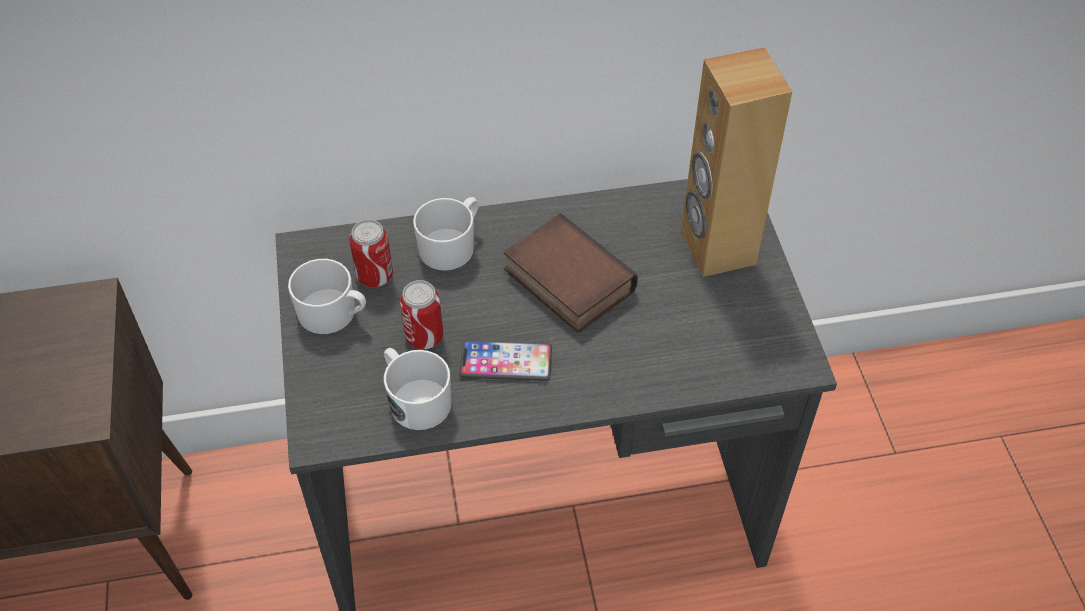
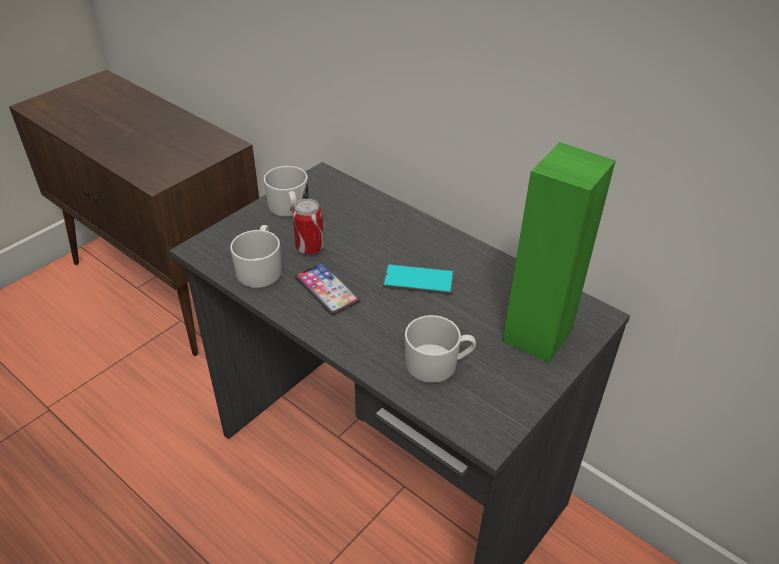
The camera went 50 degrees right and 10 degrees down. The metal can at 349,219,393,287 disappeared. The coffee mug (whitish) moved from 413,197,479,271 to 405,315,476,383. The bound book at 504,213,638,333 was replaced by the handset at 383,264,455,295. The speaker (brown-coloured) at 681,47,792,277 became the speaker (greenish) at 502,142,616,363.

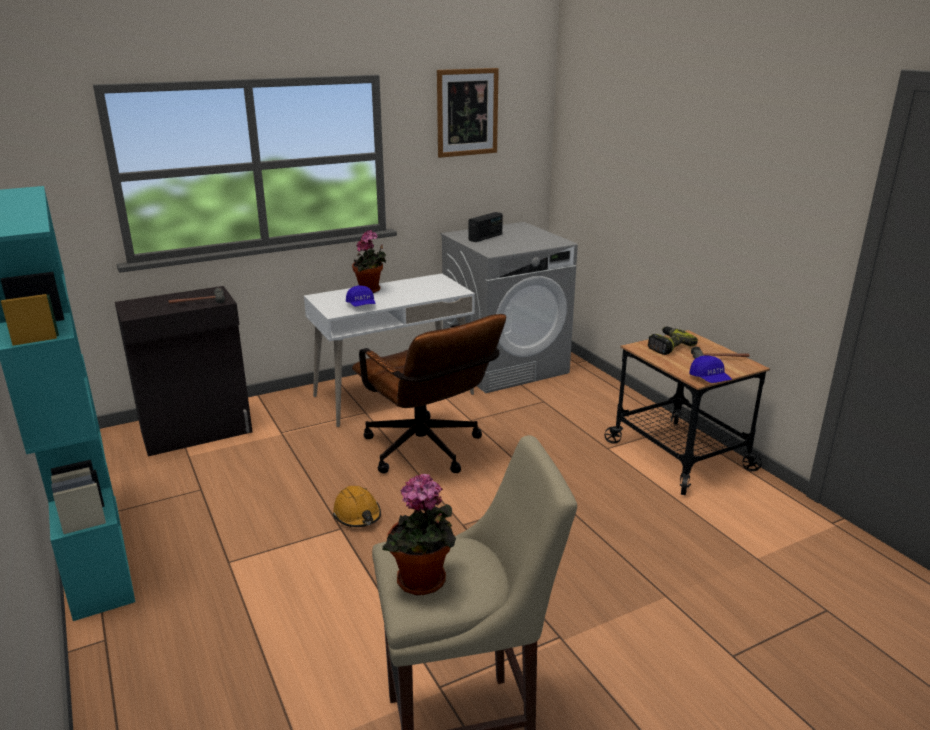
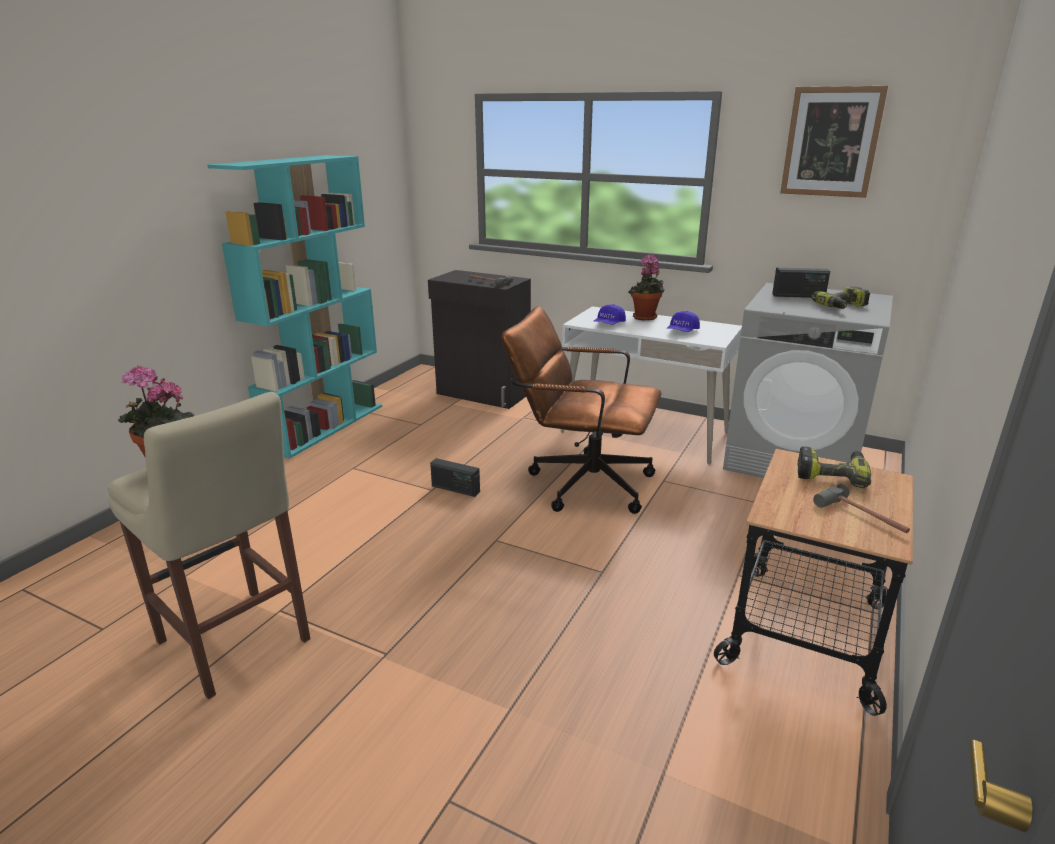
The camera went 55 degrees right and 0 degrees up. The power drill at 811,286,870,309 appeared. The peaked cap (bluish) moved from 689,355,732,383 to 667,311,700,332. The hard hat (orange-coloured) at 333,486,381,527 was replaced by the radio at 430,458,480,497. The office chair (brown-coloured) at 352,314,506,474 turned 90 degrees clockwise.

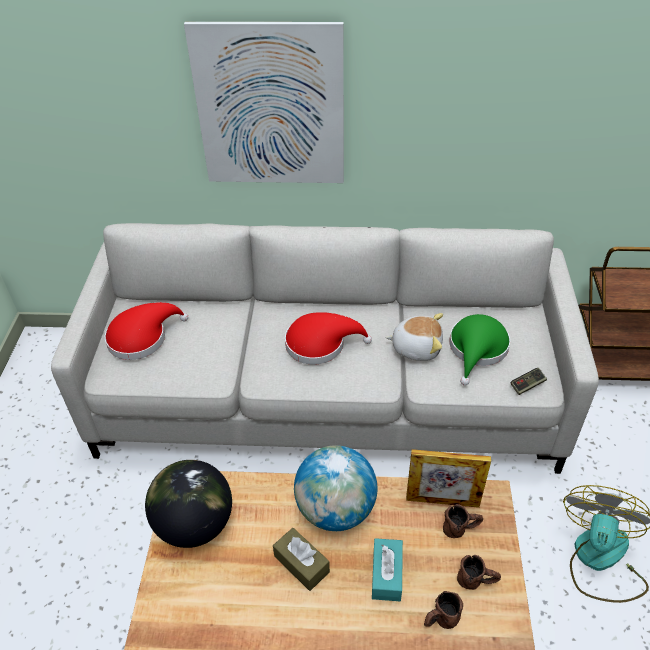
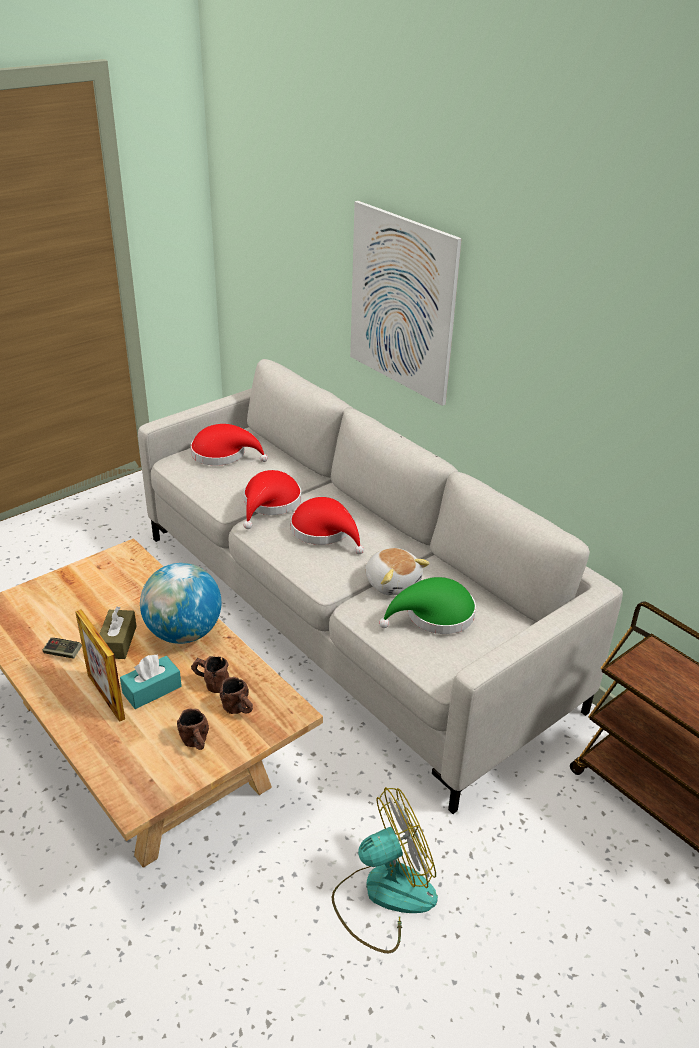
The camera went 45 degrees right and 10 degrees down. The world globe at 145,460,232,548 disappeared. The hat (reddish) at 243,470,301,529 appeared. The photo frame moved from 406,449,491,508 to 75,609,125,722. The coffee mug (brown-coloured) moved from 424,591,463,629 to 191,656,230,693. The gamepad moved from 511,368,547,395 to 42,638,82,659.

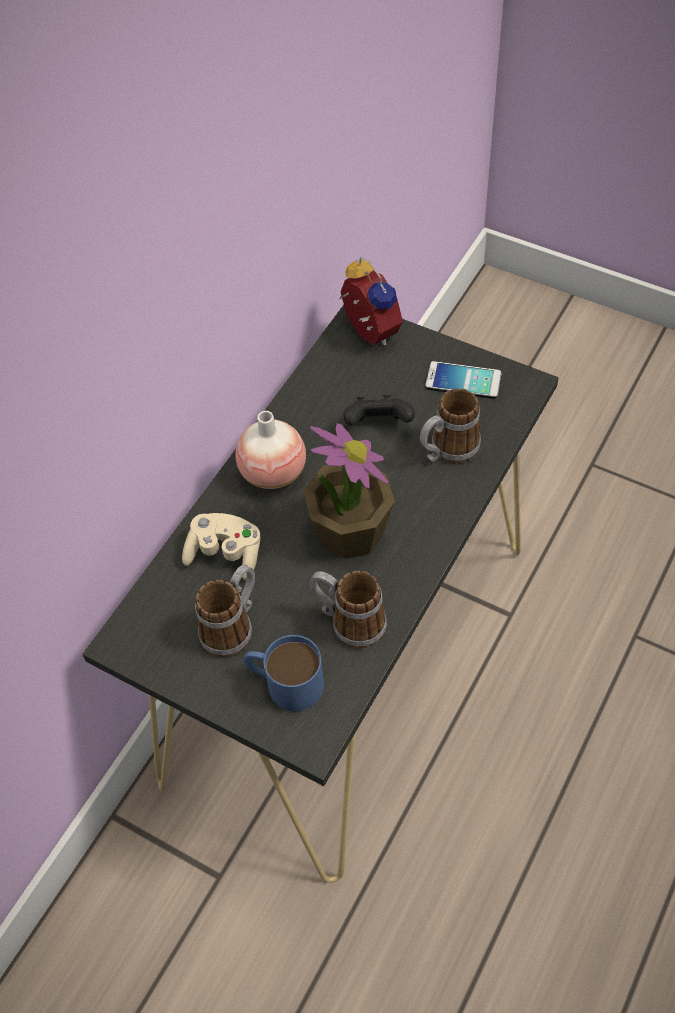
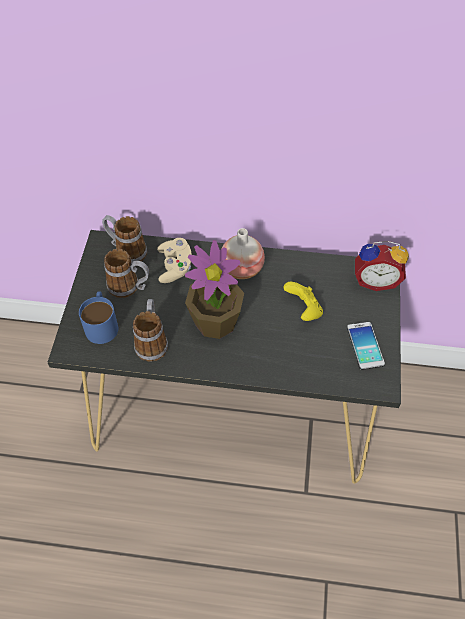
The camera went 65 degrees right and 0 degrees up. The coffee mug moved from 420,388,481,463 to 102,215,147,262. The gamepad (black-coloured) at 344,395,415,425 became the gamepad (yellow) at 283,282,323,321. The alarm clock at 339,256,403,346 turned 60 degrees clockwise.

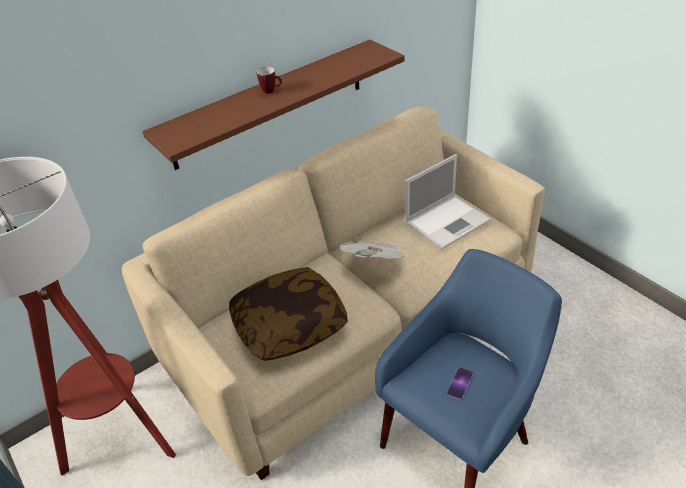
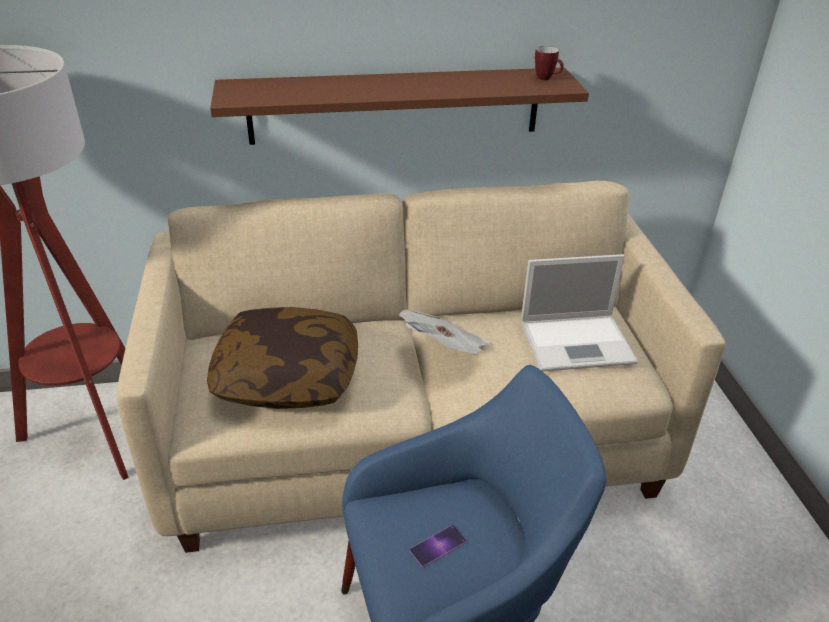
The camera went 25 degrees right and 5 degrees down. The coffee mug moved from 257,67,282,94 to 535,46,564,80.

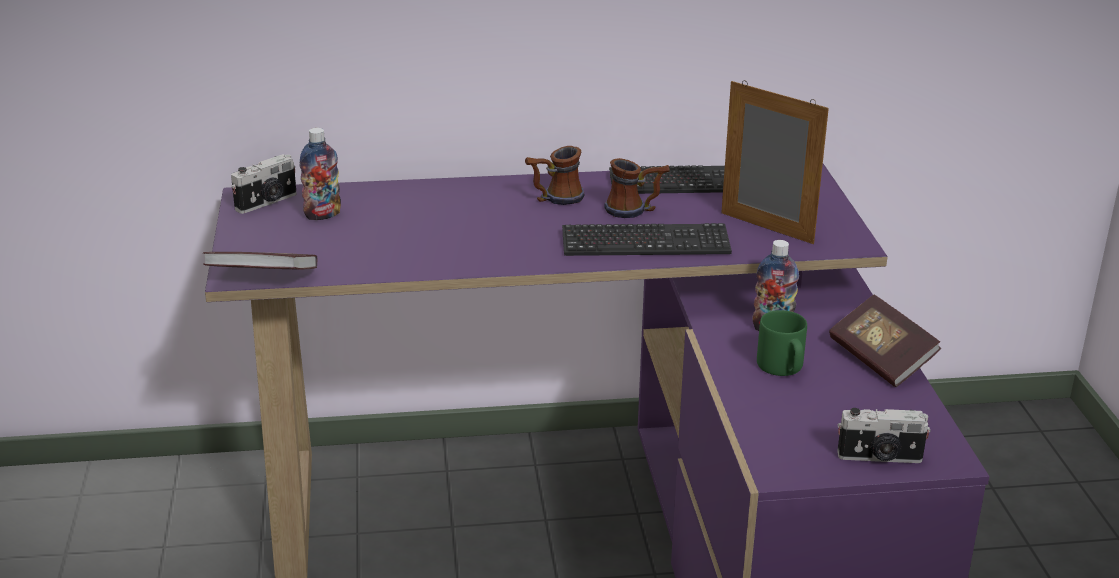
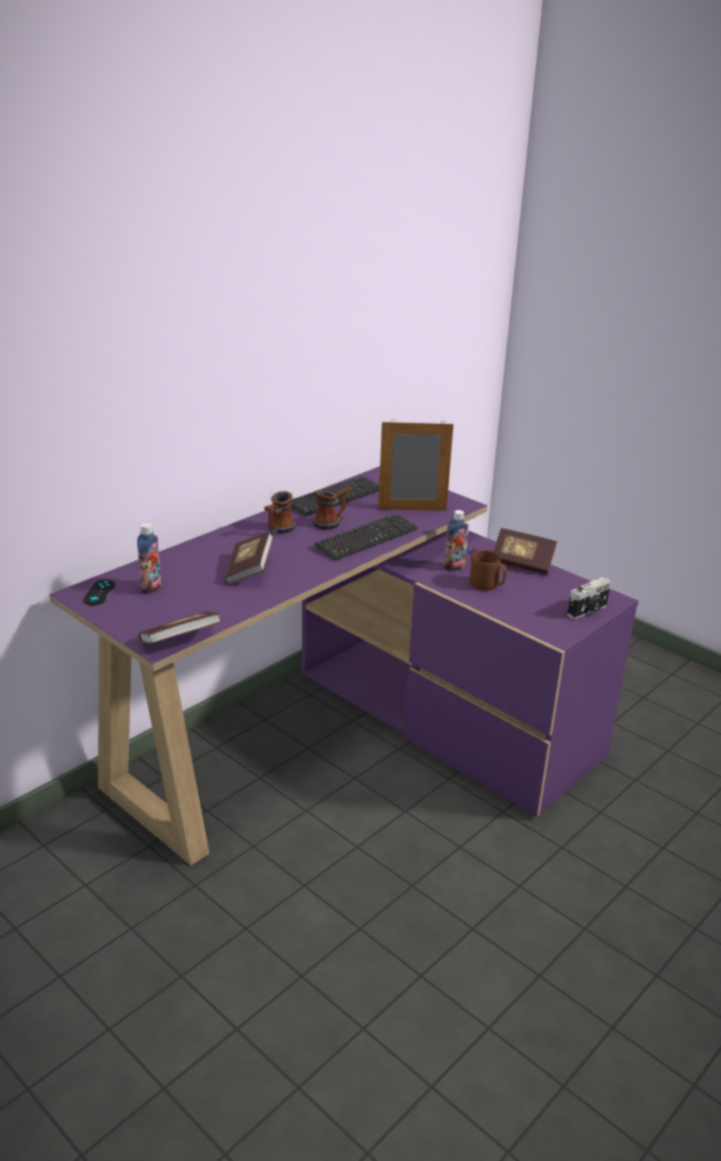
The camera went 40 degrees left and 0 degrees up. The bound book at 224,531,273,585 appeared. The still camera at 231,154,297,214 was replaced by the gamepad (black-coloured) at 83,580,115,605. The coffee mug (greenish) at 757,310,807,376 became the coffee mug (brown-coloured) at 470,550,507,591.

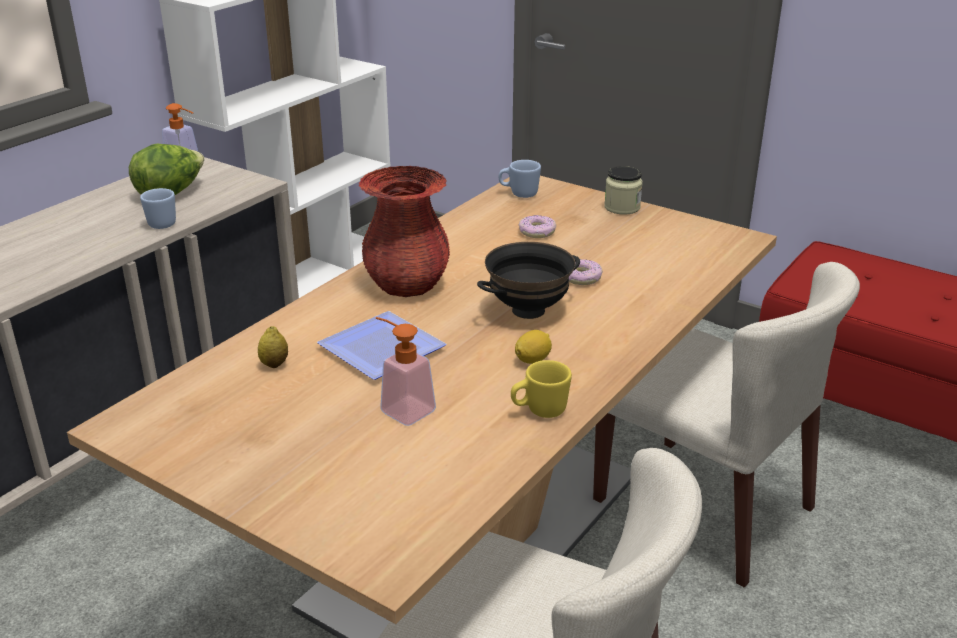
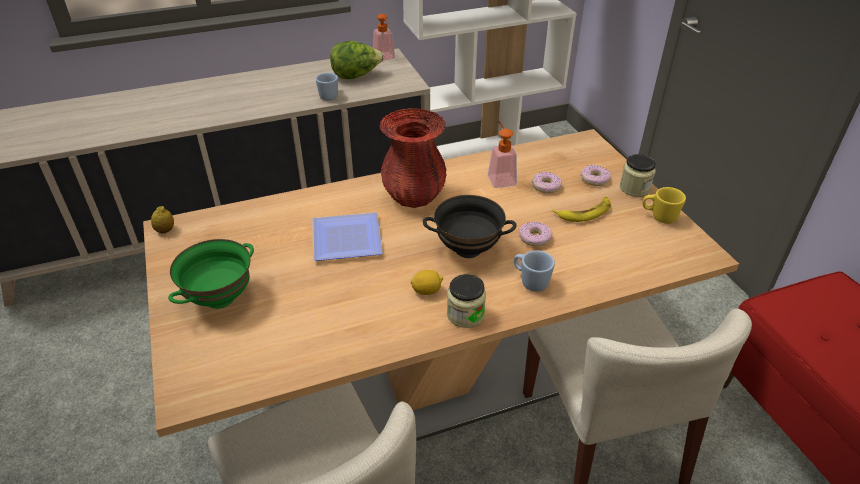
The camera went 35 degrees right and 10 degrees up. The serving bowl (greenish) at 168,239,254,309 appeared. The jar at 447,274,486,328 appeared. The banana fruit at 552,197,611,222 appeared. The doughnut at 580,165,611,186 appeared. The whole lemon moved from 258,326,288,368 to 151,206,174,234. The soap bottle moved from 376,317,436,426 to 488,121,517,188. The coffee mug (bluish) moved from 499,160,541,198 to 514,250,555,292. The coffee mug (yellow) moved from 511,360,572,418 to 643,187,686,224.

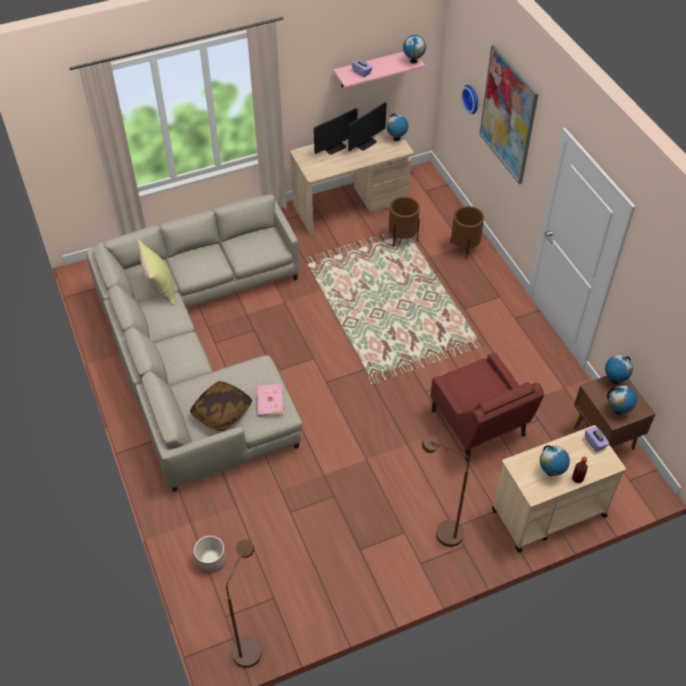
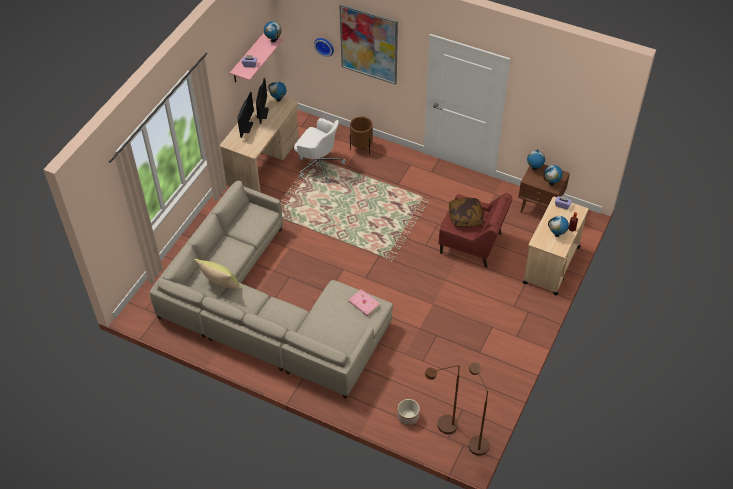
The camera went 40 degrees left and 0 degrees up. The throw pillow moved from 190,381,252,432 to 449,198,484,227. The standing lamp (brown-coloured) moved from 422,436,470,547 to 425,365,460,434. The planter (brown-coloured) at 389,196,420,247 was replaced by the office chair (whitish) at 294,118,346,183.

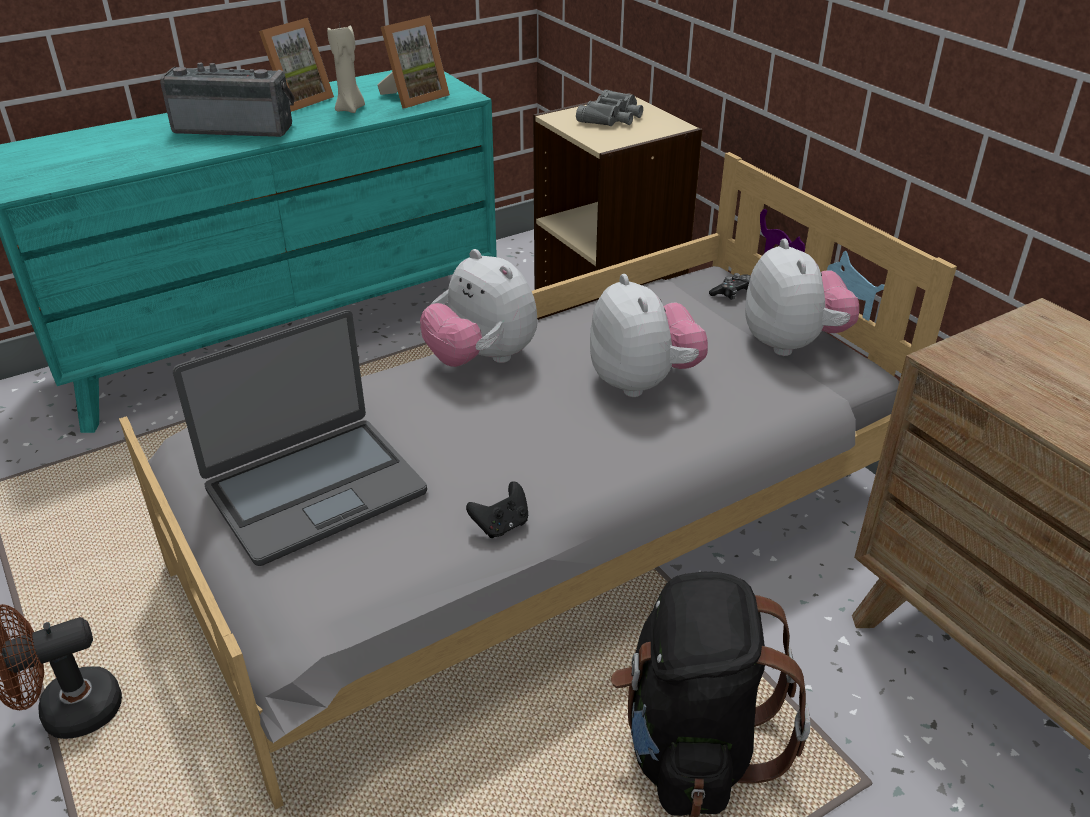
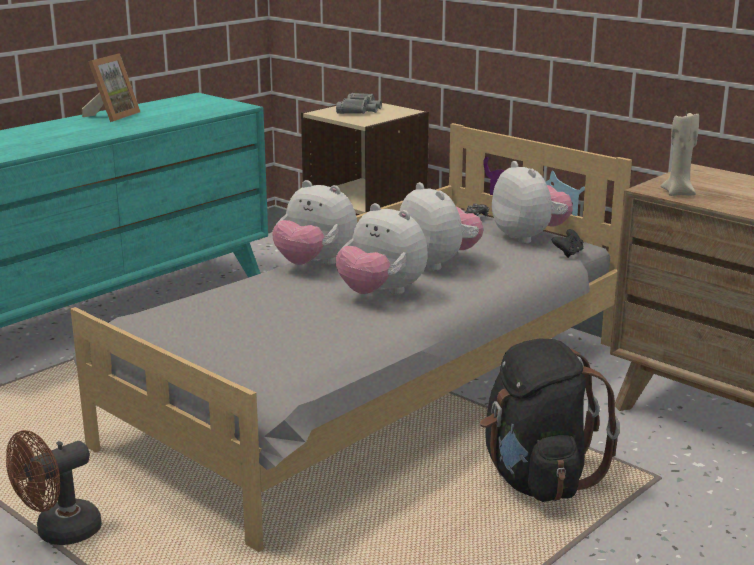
The camera went 15 degrees left and 15 degrees down. The radio at 160,63,294,137 disappeared. The laptop at 173,310,427,566 disappeared. The photo frame at 377,15,450,109 disappeared. The soft toy at 336,203,428,295 appeared. The wax candle (beige) moved from 327,22,365,113 to 661,112,699,196. The gamepad (black-coloured) moved from 466,481,528,538 to 552,229,584,258.

